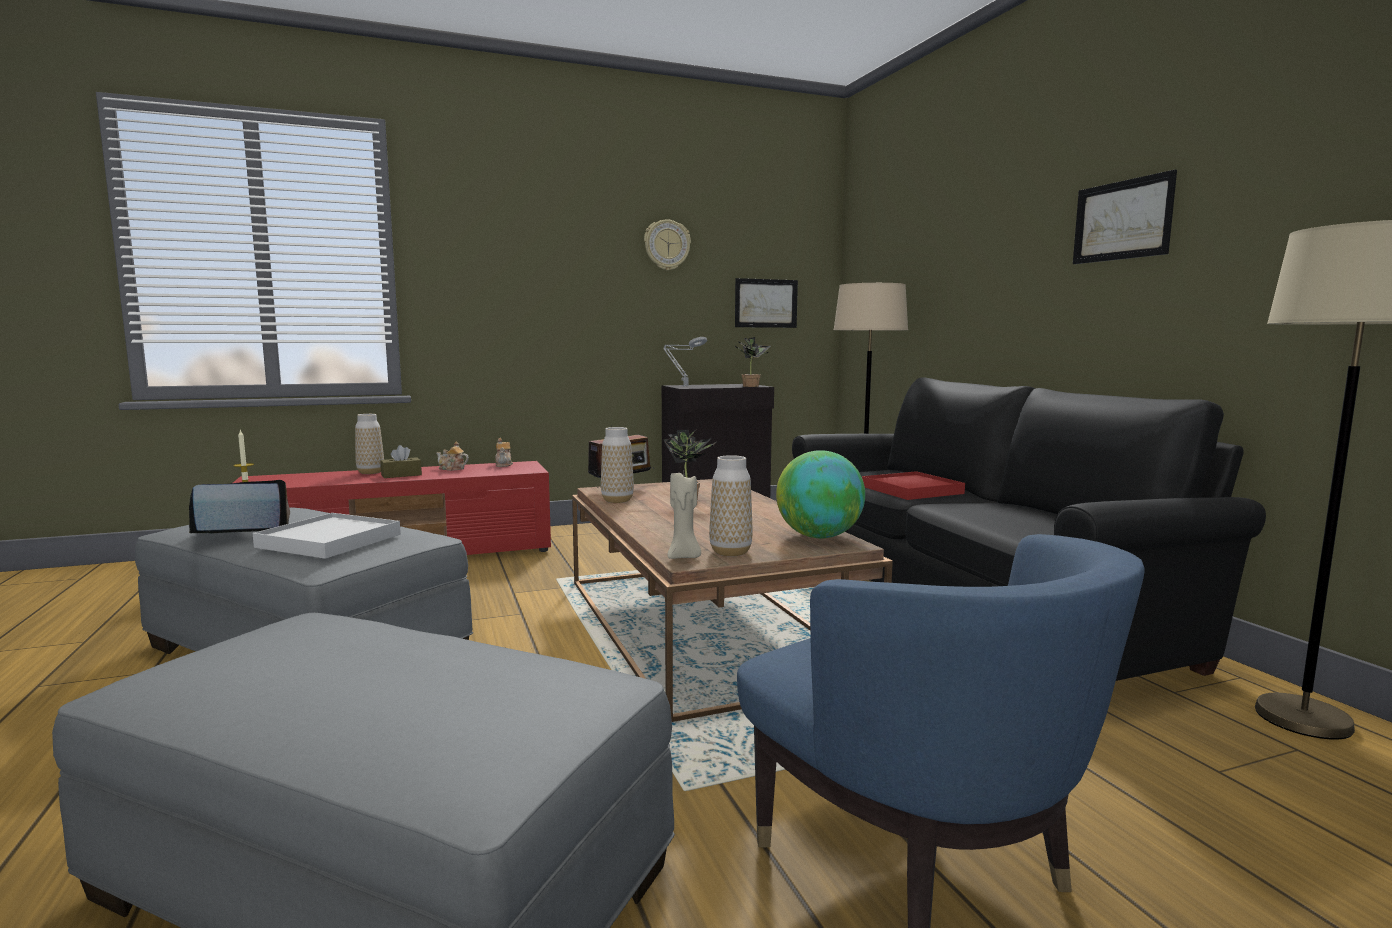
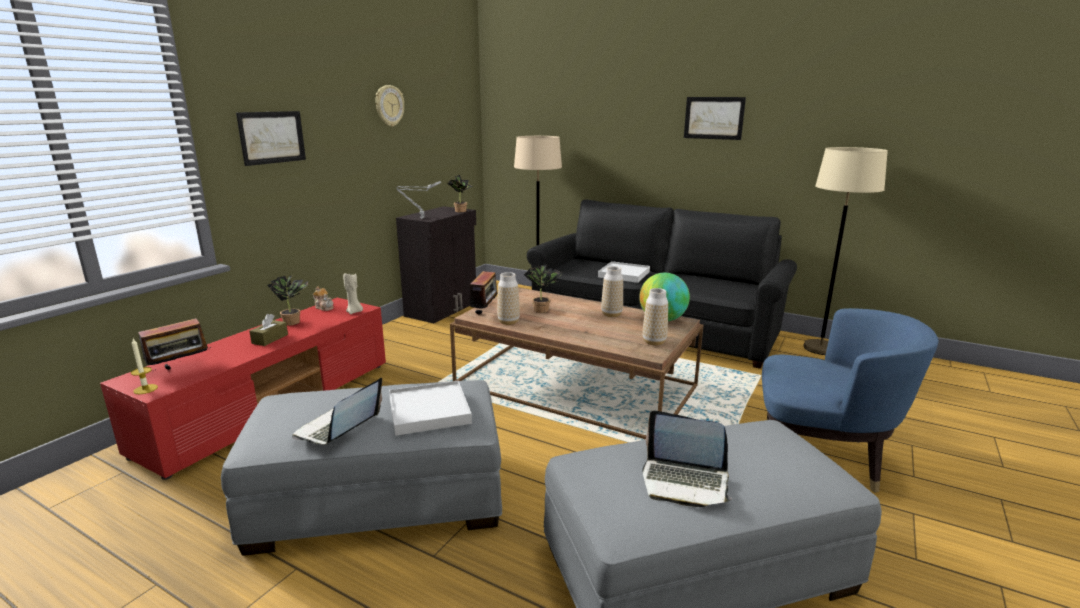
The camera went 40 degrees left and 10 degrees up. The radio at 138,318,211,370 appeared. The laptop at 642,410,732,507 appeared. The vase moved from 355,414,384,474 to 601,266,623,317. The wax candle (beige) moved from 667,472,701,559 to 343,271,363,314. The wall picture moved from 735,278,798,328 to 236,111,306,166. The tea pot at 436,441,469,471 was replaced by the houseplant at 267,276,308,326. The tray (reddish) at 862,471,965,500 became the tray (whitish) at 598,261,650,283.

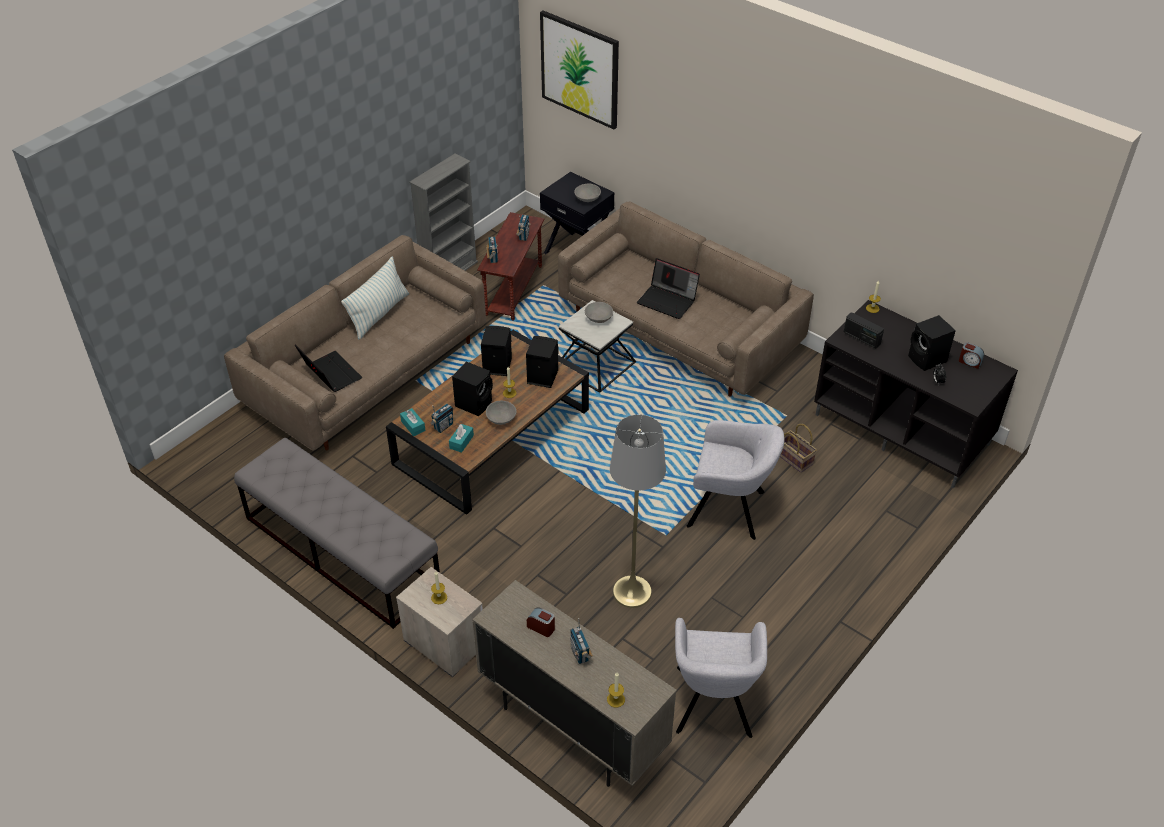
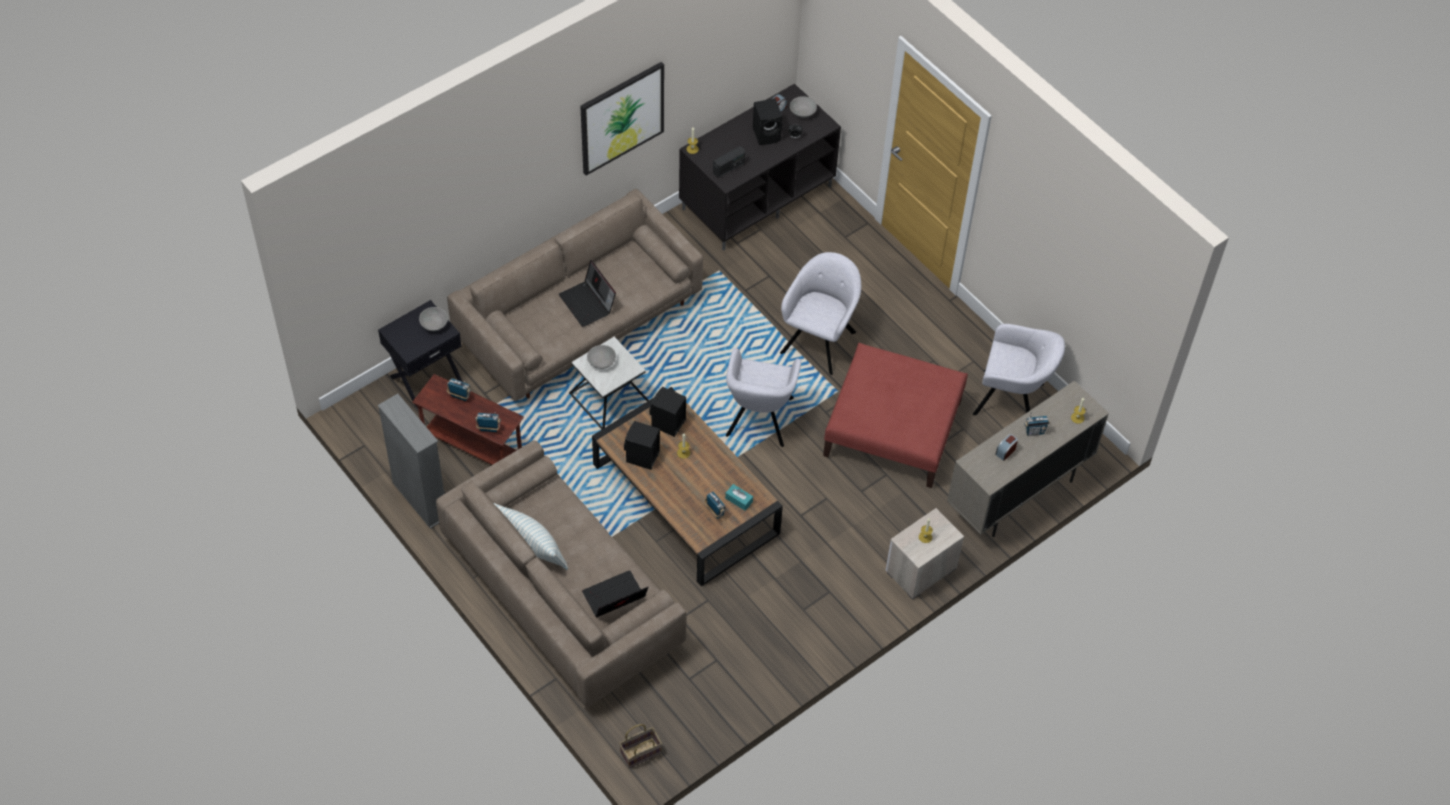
The camera went 80 degrees left and 10 degrees up. The long seat (greyish) at 234,438,440,629 disappeared. The tissue box (turquoise-coloured) at 400,408,425,436 disappeared. The speaker (black-coloured) at 452,361,493,416 disappeared. The armchair (greyish) at 726,348,801,447 appeared. The serving bowl (greyish) moved from 486,401,517,425 to 790,96,817,118. The wall picture moved from 540,10,619,129 to 580,62,664,176. The basket moved from 780,424,817,473 to 619,724,662,768. The standing lamp (greyish) at 610,415,666,608 was replaced by the pouffe (reddish) at 823,343,968,488. The laptop at 637,258,700,319 turned 105 degrees clockwise.

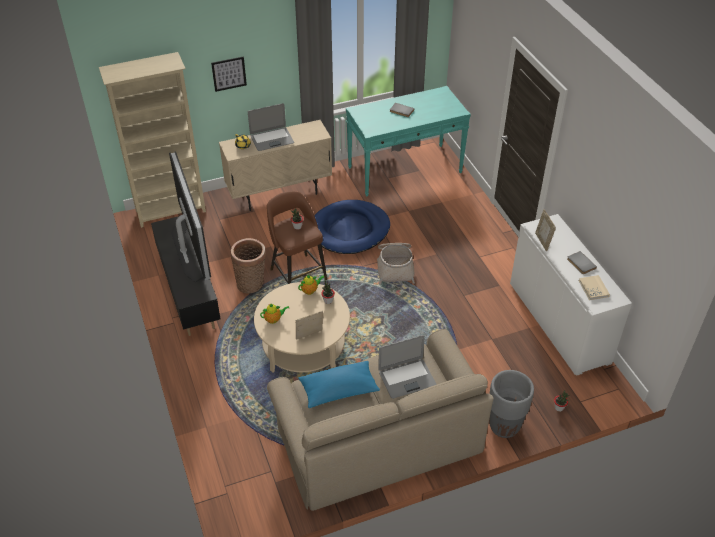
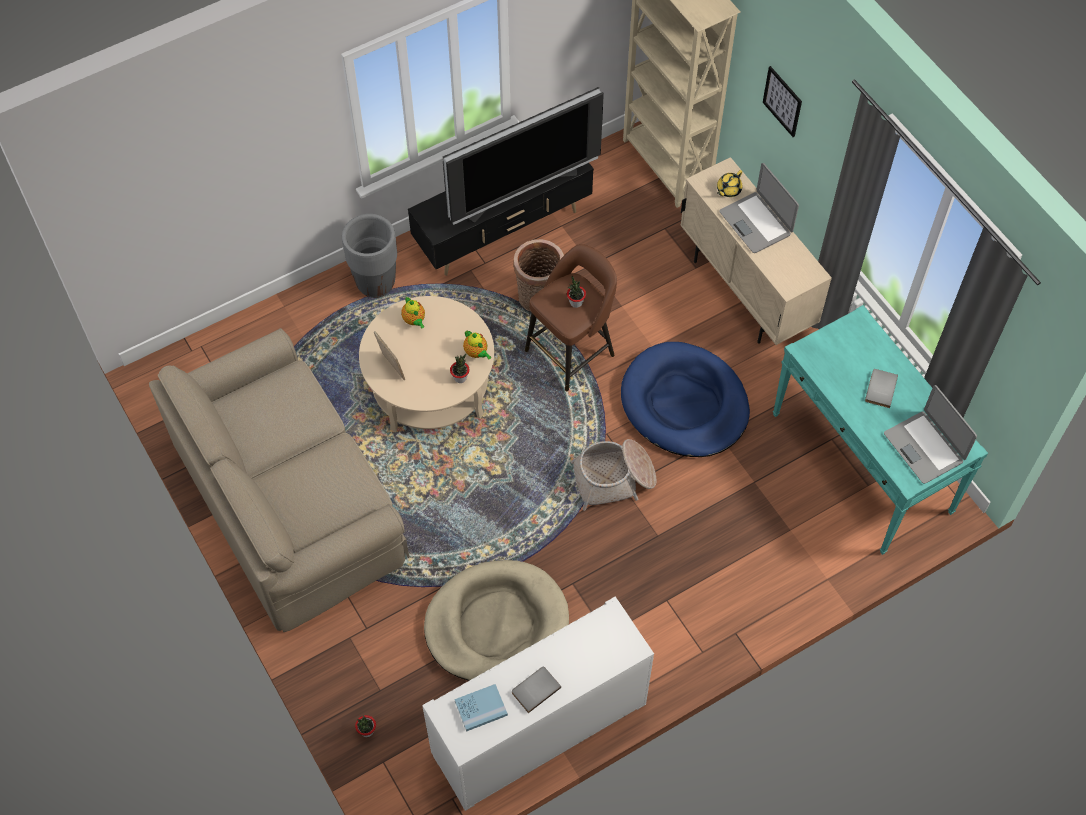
The camera went 80 degrees right and 15 degrees up. The throw pillow (bluish) at 298,361,380,408 disappeared. The photo frame at 535,209,556,251 disappeared. The dog bed (beige) at 424,560,569,681 appeared. The laptop moved from 378,335,436,399 to 884,385,977,484. The planter (greyish) moved from 489,370,534,438 to 342,214,397,298. The bound book (beige) at 579,275,610,300 became the bound book (bluish) at 454,684,508,732.

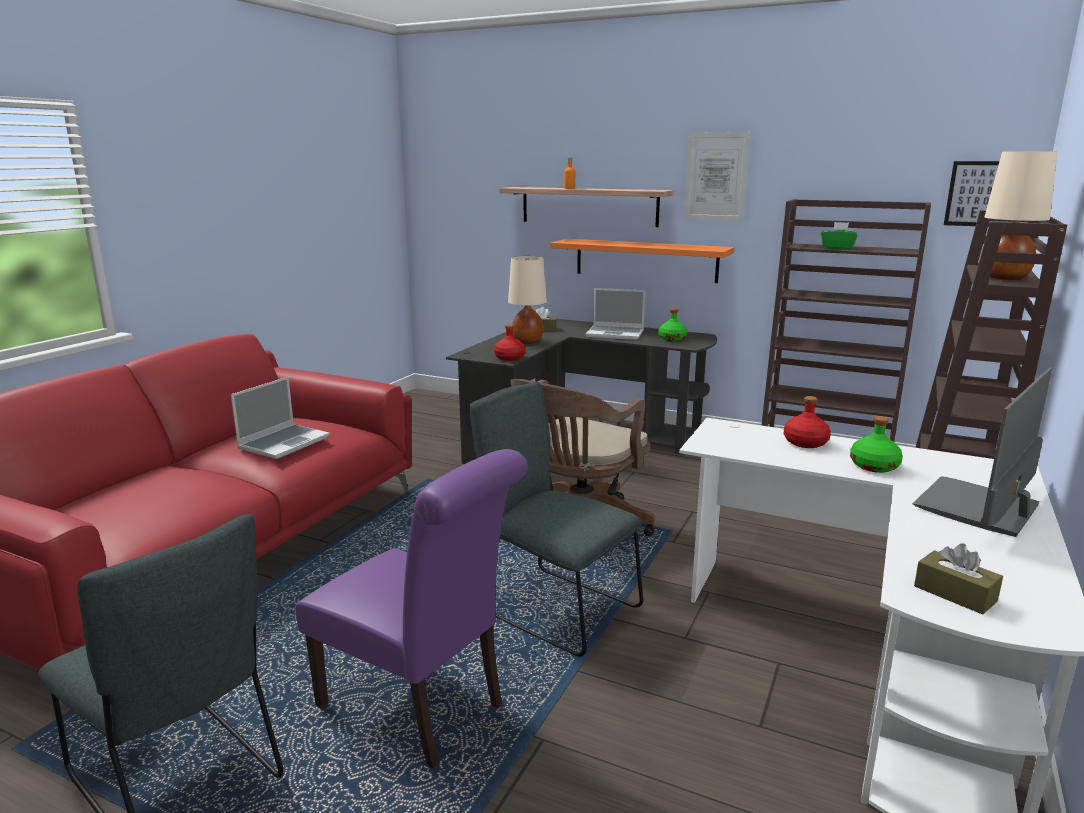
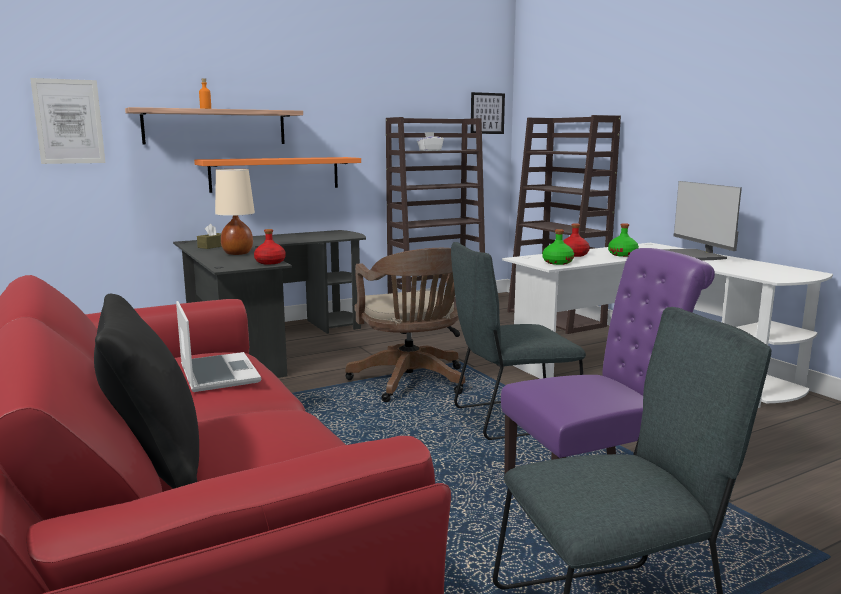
The camera went 55 degrees left and 5 degrees down. The laptop at 586,288,645,340 disappeared. The tissue box (brown-coloured) at 914,543,1003,614 disappeared. The tabletop lamp (beige) at 985,151,1057,280 disappeared. The throw pillow (black-coloured) at 94,294,199,489 appeared. The bottle (greenish) moved from 659,308,687,341 to 543,229,574,265. The wall picture moved from 684,132,750,221 to 30,78,105,164. The tissue box (greenish) at 821,222,858,250 became the tissue box (whitish) at 417,132,444,151.

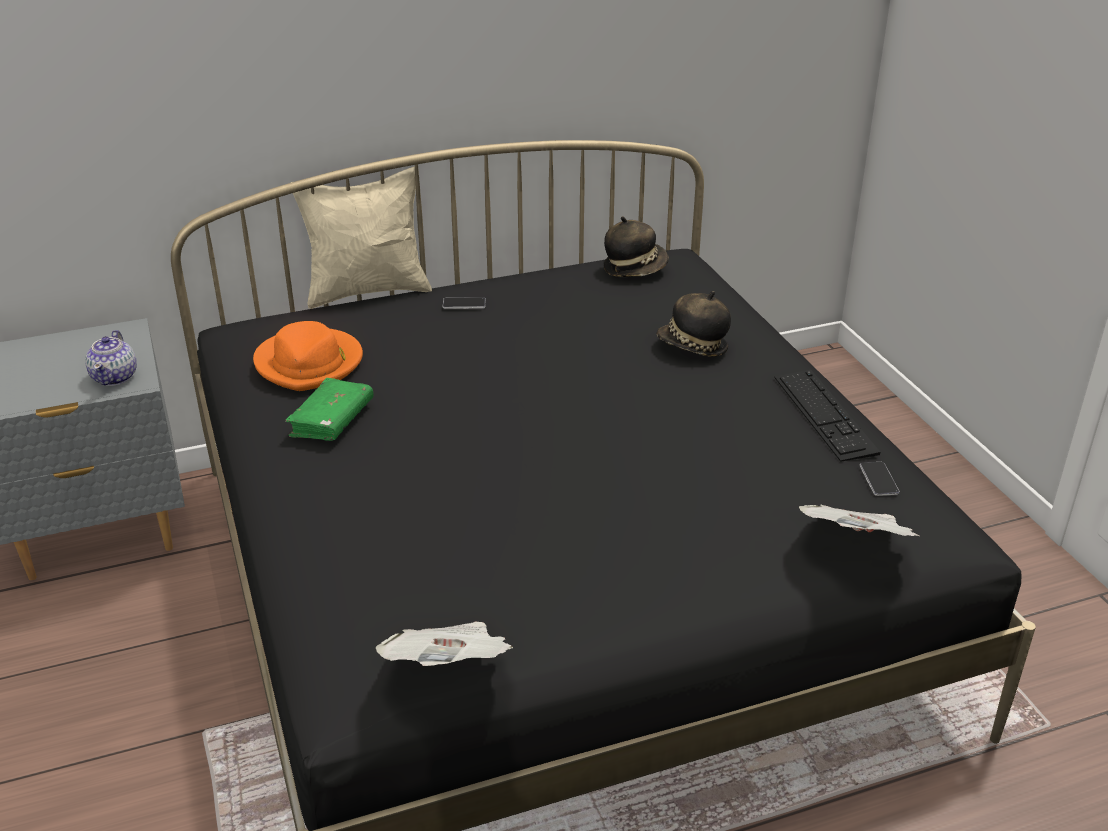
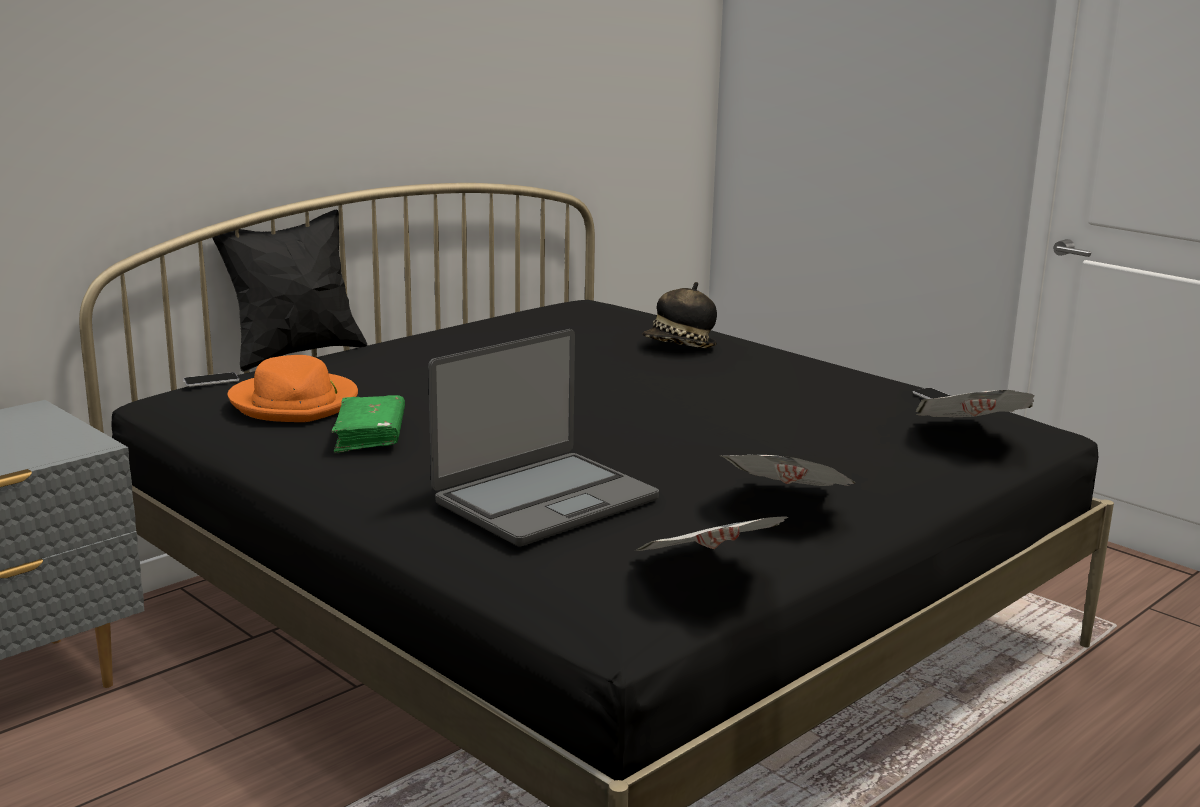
The camera went 25 degrees left and 15 degrees down. The tea pot at 85,330,137,386 disappeared. The hat at 604,216,669,277 disappeared. The PC keyboard at 775,370,880,462 disappeared. The laptop at 428,329,659,547 appeared. The daily paper at 721,455,855,486 appeared. The handset moved from 443,297,486,309 to 183,372,239,387. The throw pillow (beige) at 291,166,432,309 became the throw pillow (black-coloured) at 212,209,367,372.

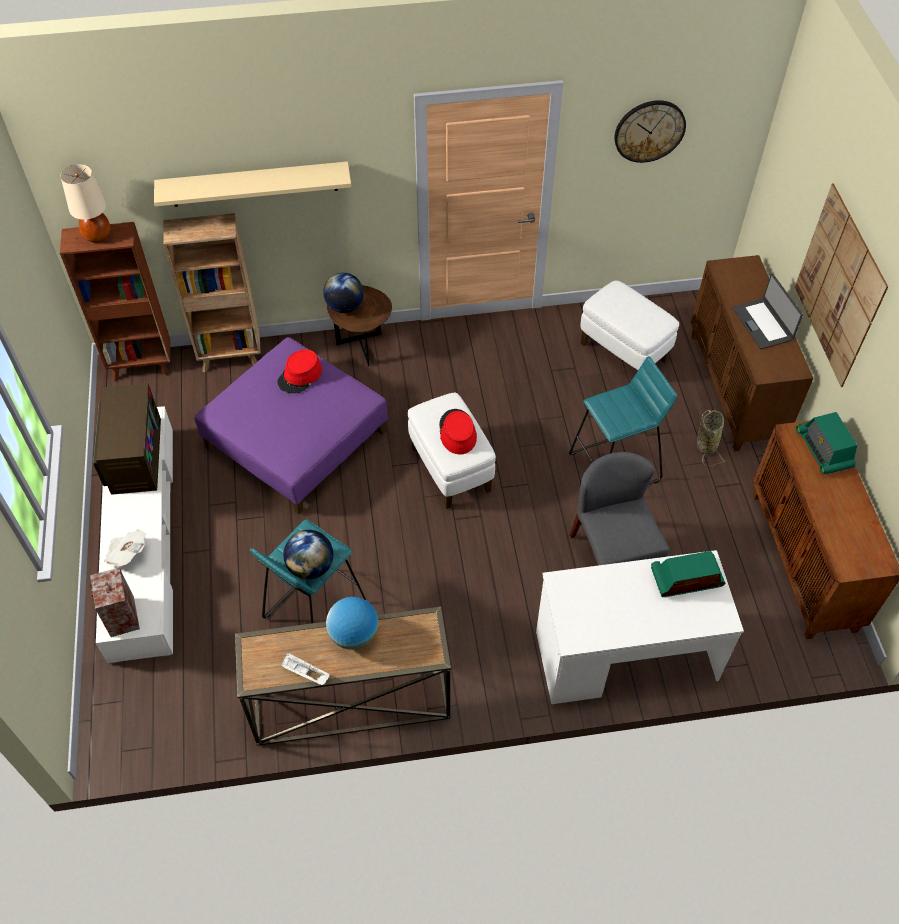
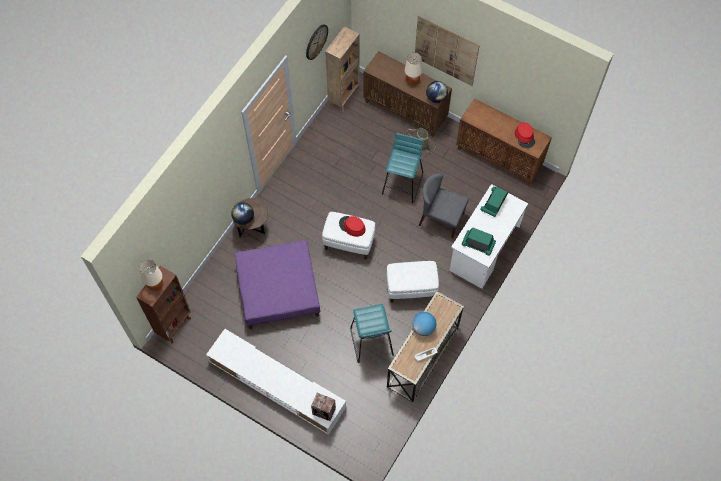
The camera went 50 degrees left and 10 degrees up. The TV at 93,384,161,495 disappeared. The daily paper at 104,530,146,567 disappeared. The shelf (beige) at 154,161,351,207 disappeared. The shelving unit (brown-coloured) moved from 163,213,261,373 to 325,26,359,112. The hat (reddish) moved from 277,349,322,393 to 515,122,535,148. The world globe moved from 283,530,333,580 to 426,81,448,103. The pouffe (whitish) moved from 580,280,679,373 to 387,261,439,303. The radio moved from 796,412,857,474 to 462,228,496,256. The laptop at 732,274,803,349 was replaced by the tabletop lamp (beige) at 405,52,422,85.

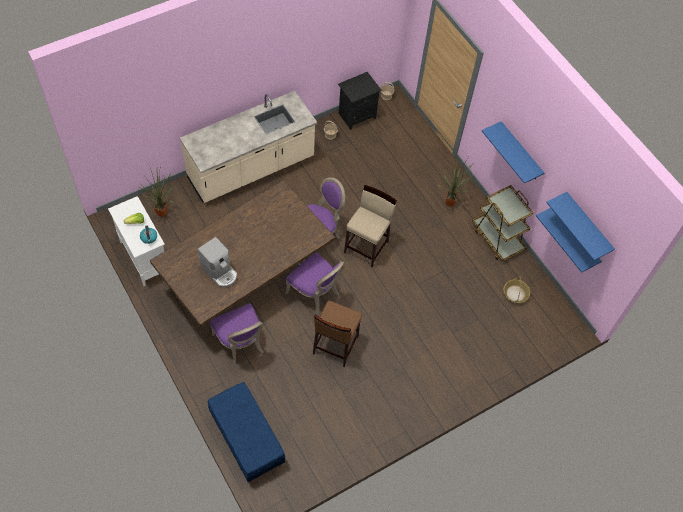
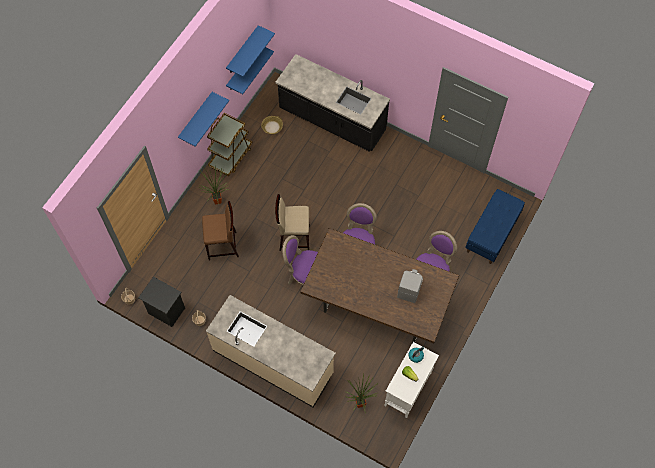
The camera went 115 degrees left and 5 degrees up. The kitchen base unit (black-coloured) at 275,54,390,152 appeared. The sitting stool (brown-coloured) moved from 313,301,362,367 to 202,201,239,260.

